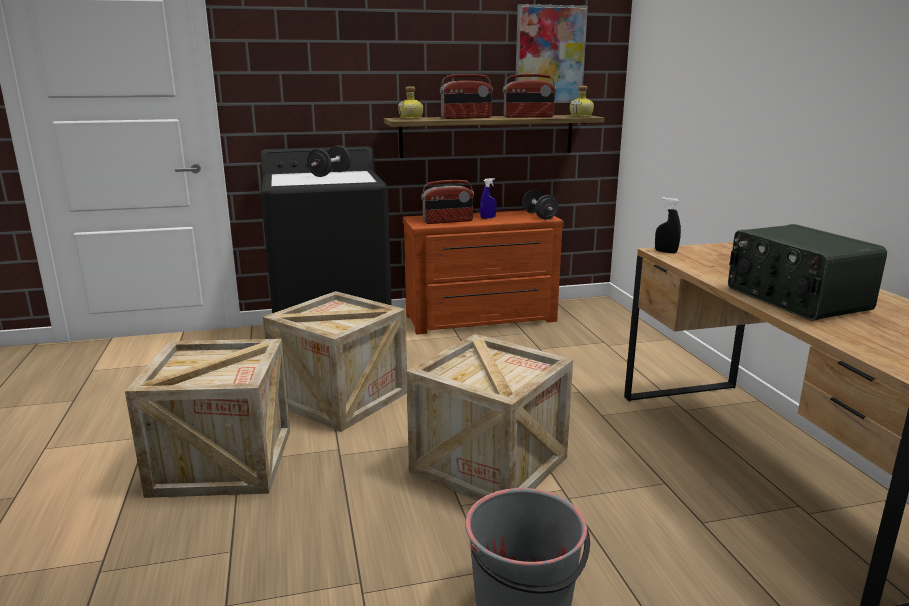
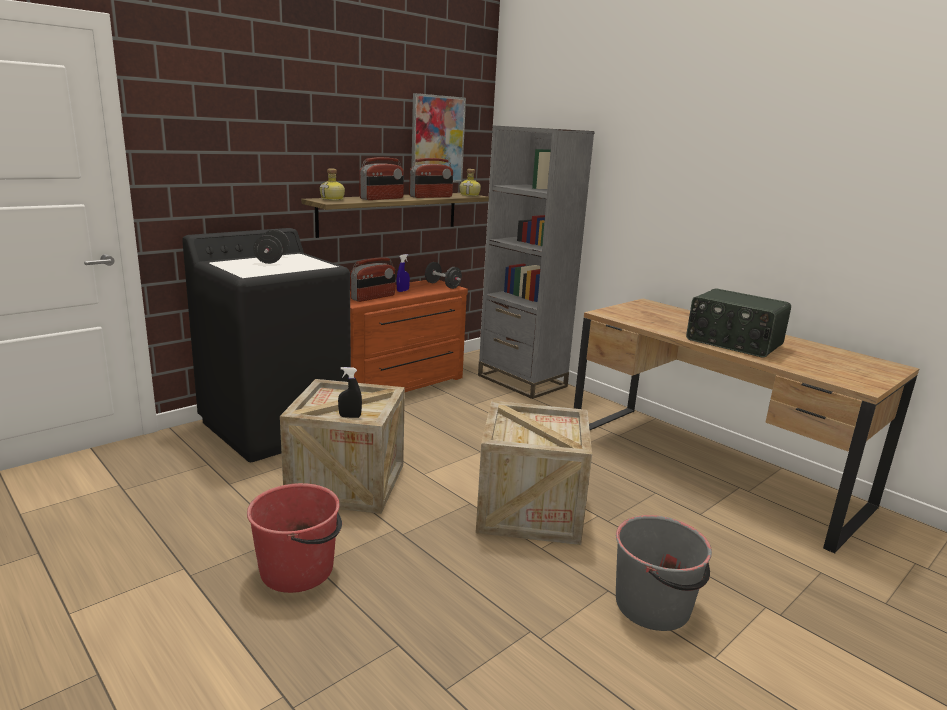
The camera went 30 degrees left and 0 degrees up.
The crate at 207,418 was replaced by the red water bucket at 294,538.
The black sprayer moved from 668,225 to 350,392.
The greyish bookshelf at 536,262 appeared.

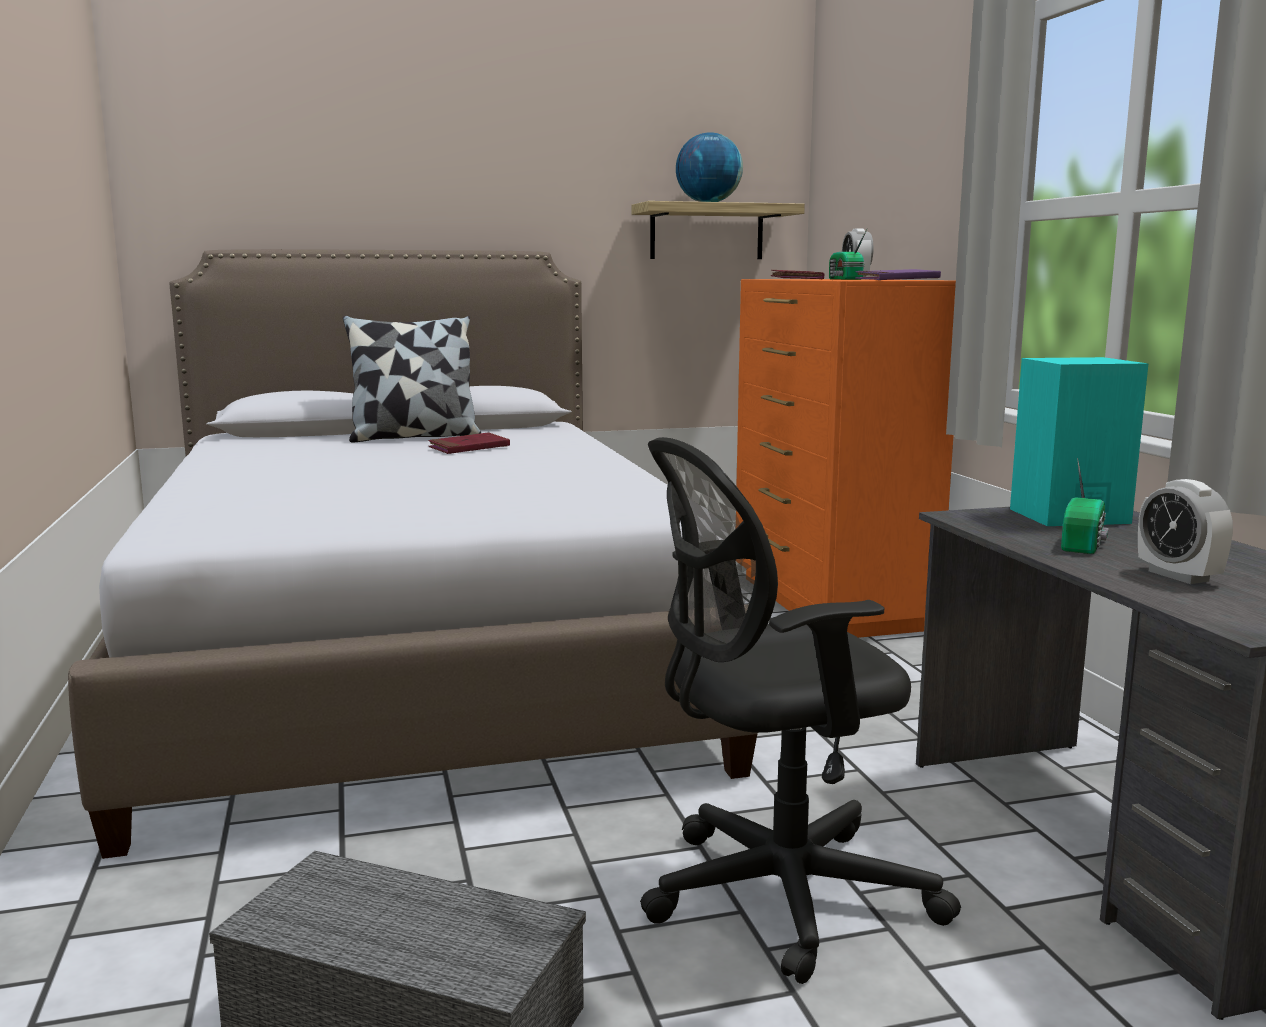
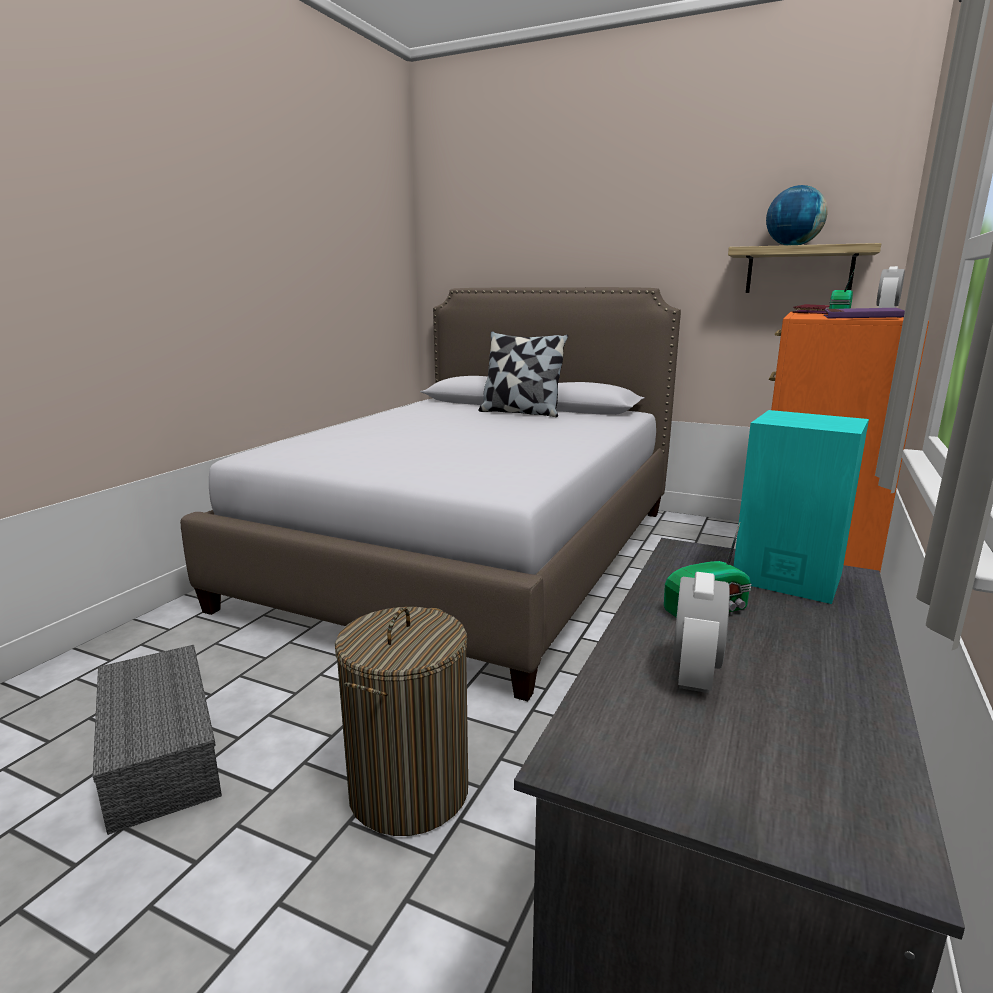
The camera went 40 degrees right and 5 degrees up.
The black computer chair at 800,710 was replaced by the hamper at 401,721.
The red bound book at 469,443 disappeared.

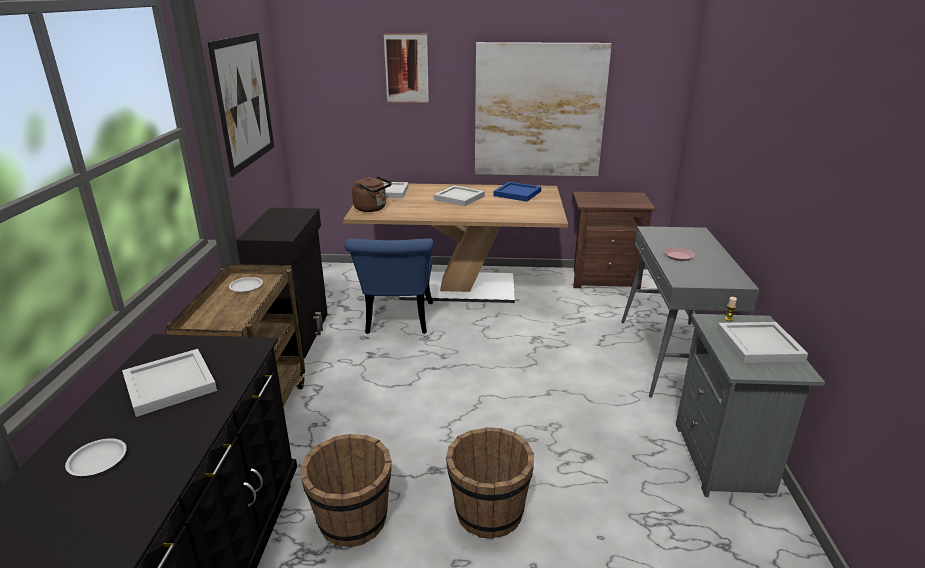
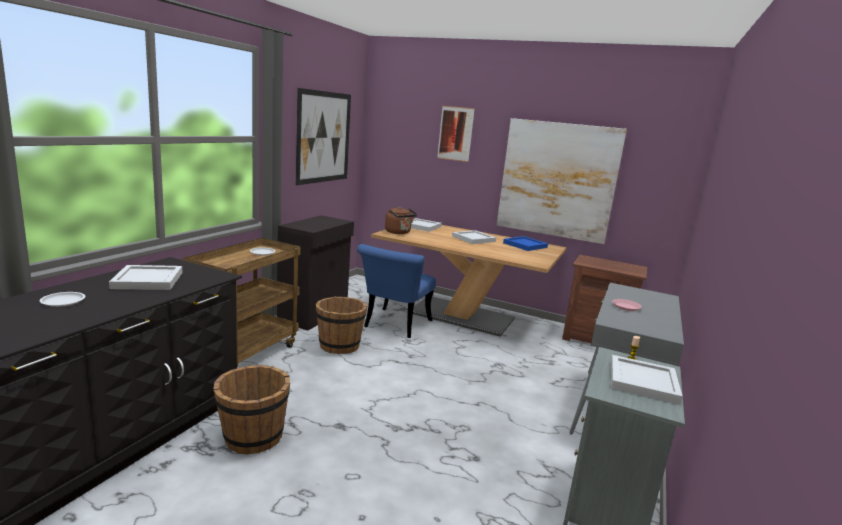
The camera went 20 degrees right and 10 degrees down.
The brownish water bucket moved from 490,483 to 341,325.

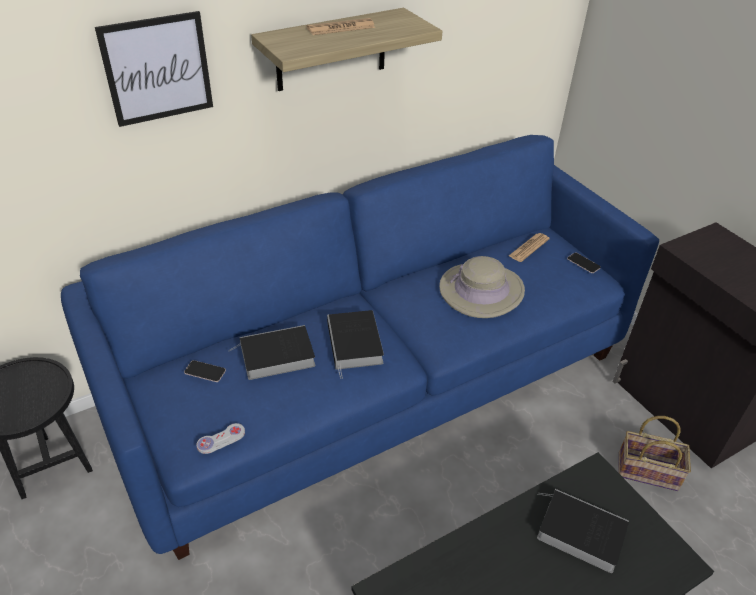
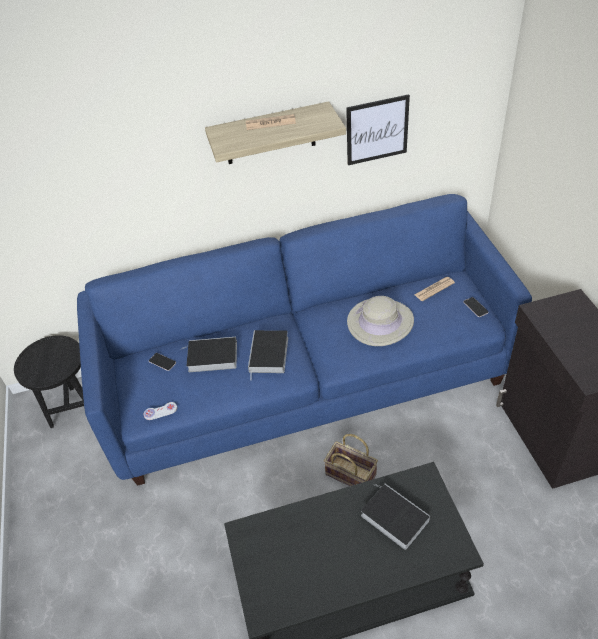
The camera went 20 degrees right and 5 degrees up.
The household basket moved from 654,453 to 351,460.
The picture moved from 154,69 to 378,129.

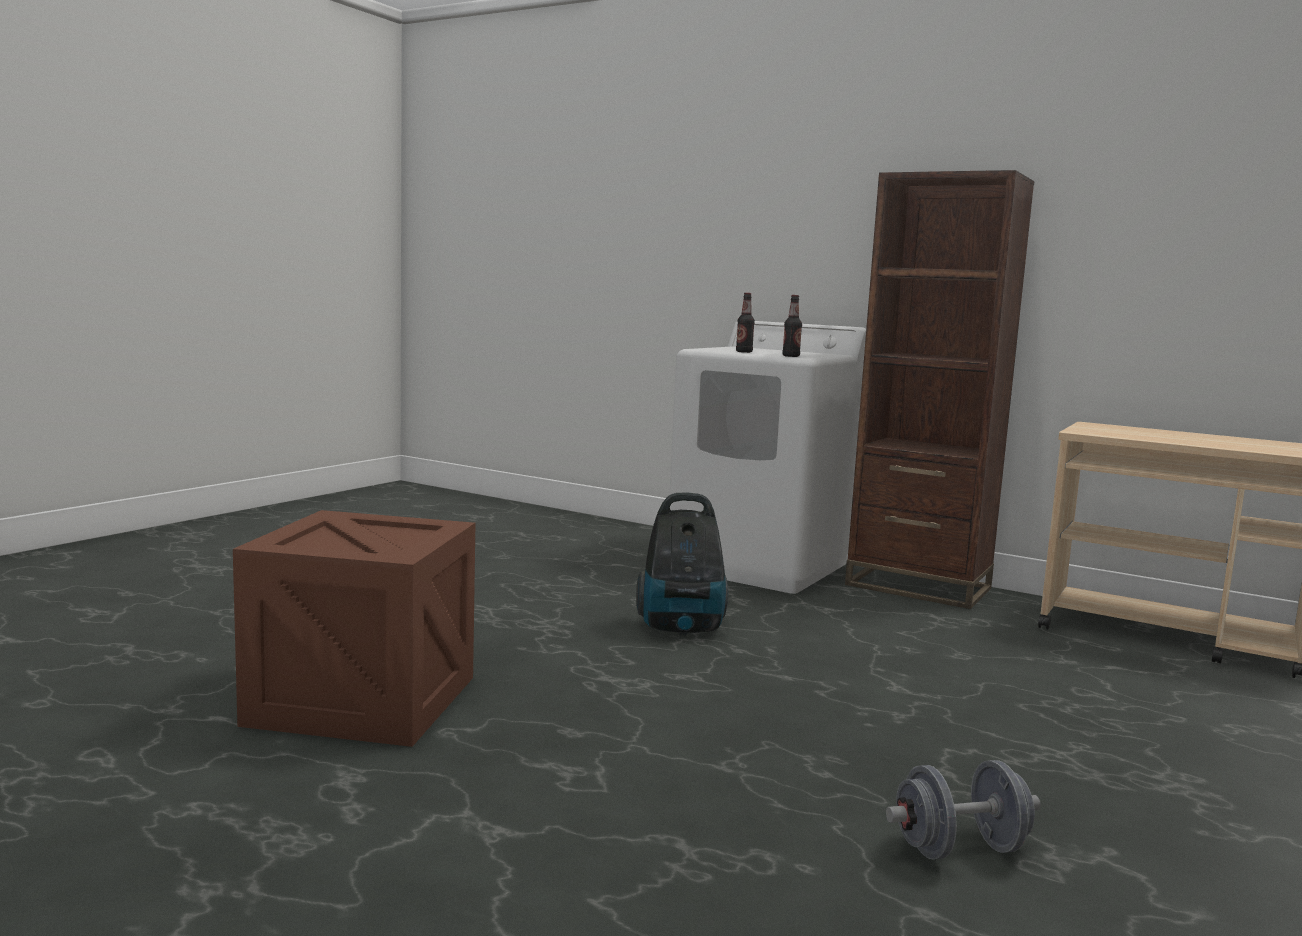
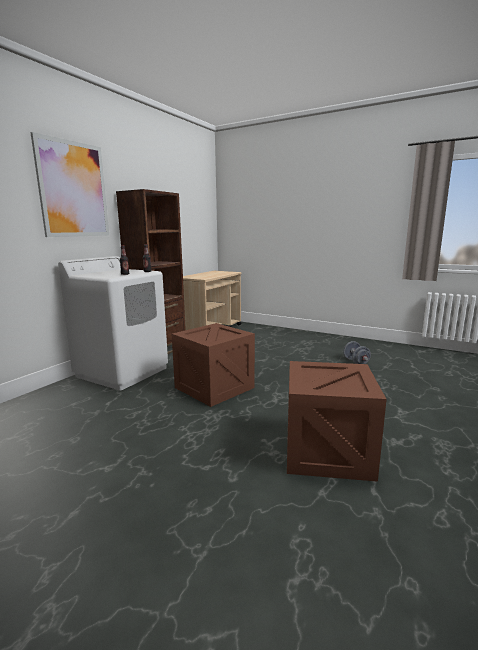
The camera went 90 degrees left and 5 degrees up.
The picture at 69,184 appeared.
The hoover at 682,564 was replaced by the crate at 213,365.

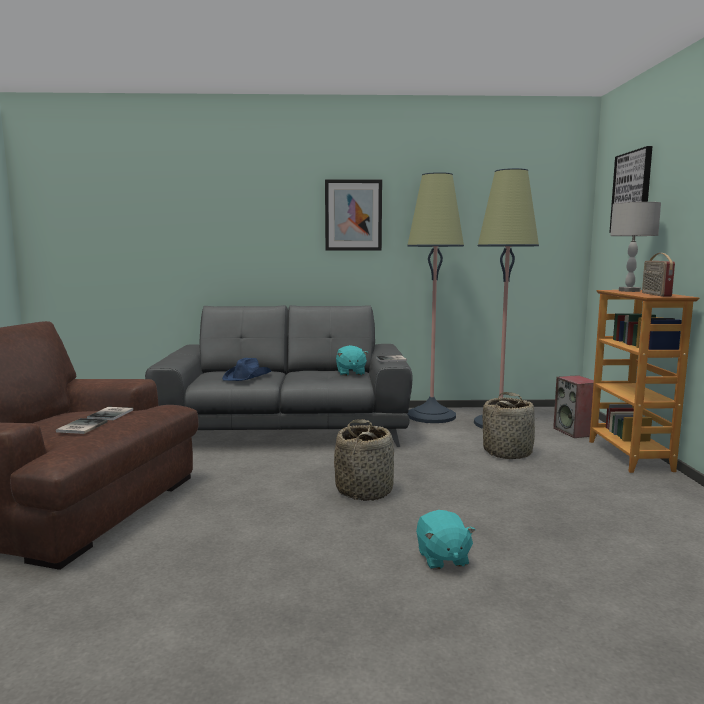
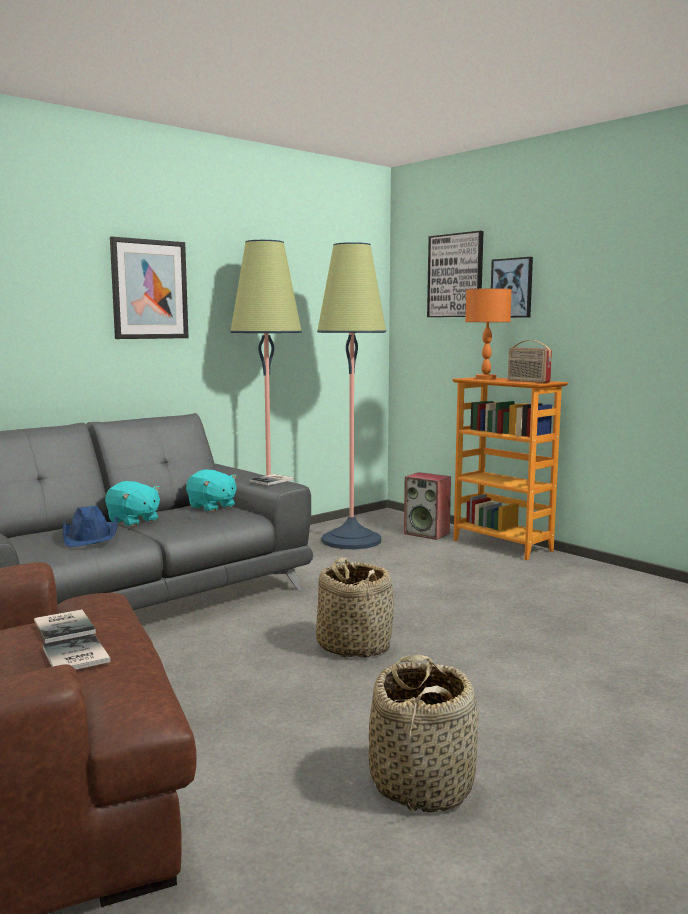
The camera went 40 degrees left and 0 degrees up.
The turquoise cuddly toy moved from 445,540 to 132,503.
The household basket moved from 509,425 to 424,733.
The greyish tabletop lamp at 635,247 became the orange-coloured tabletop lamp at 488,333.
The picture at 512,287 appeared.

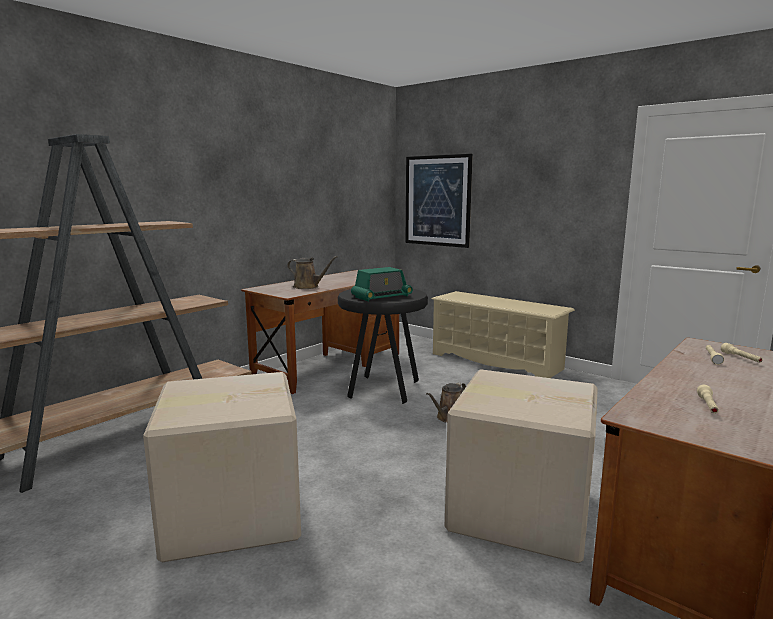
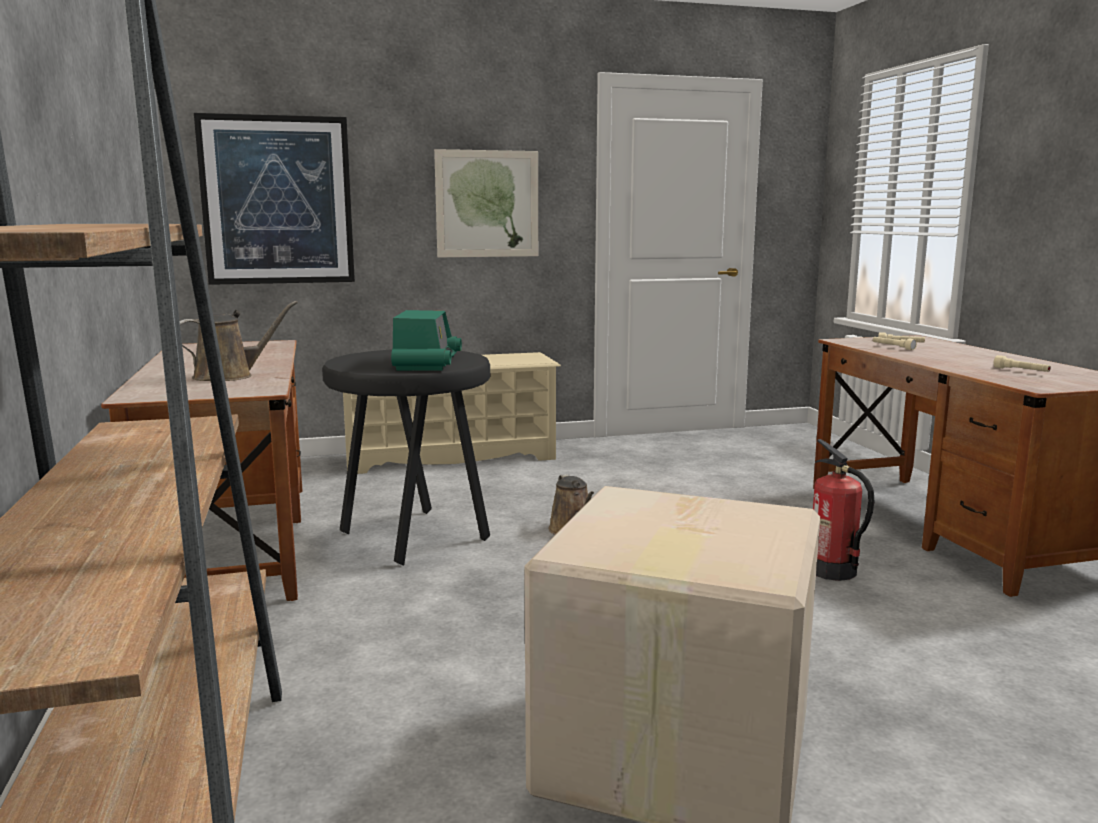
The camera went 55 degrees left and 0 degrees up.
The picture at 486,203 appeared.
The carton at 521,466 was replaced by the fire extinguisher at 843,510.

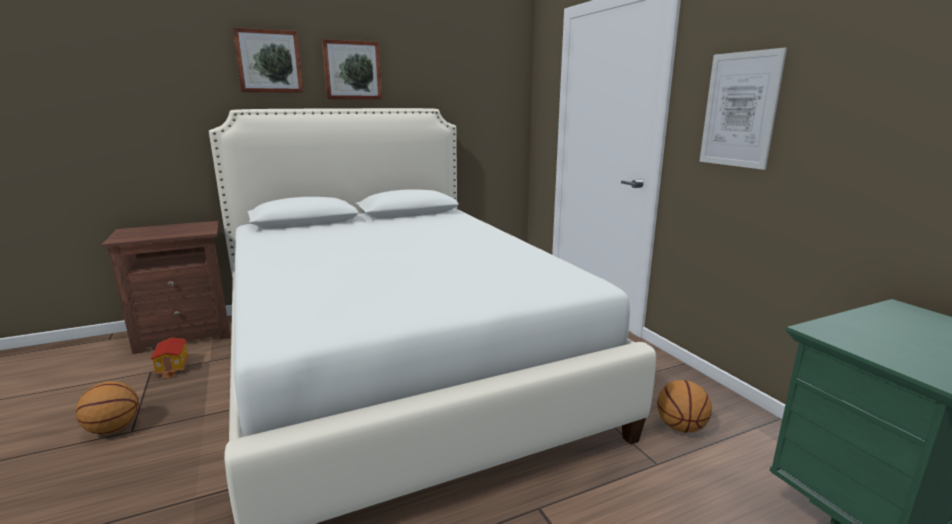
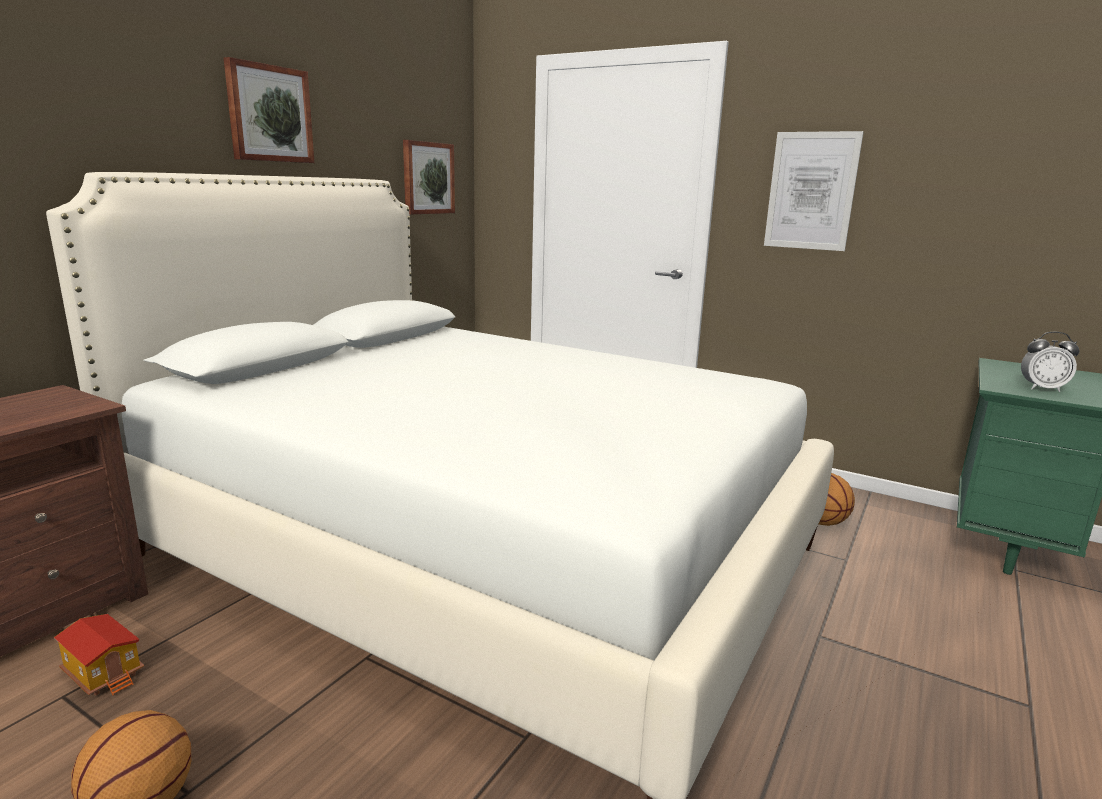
The camera went 35 degrees left and 0 degrees up.
The picture moved from 268,60 to 429,177.
The table clock at 1050,362 appeared.

